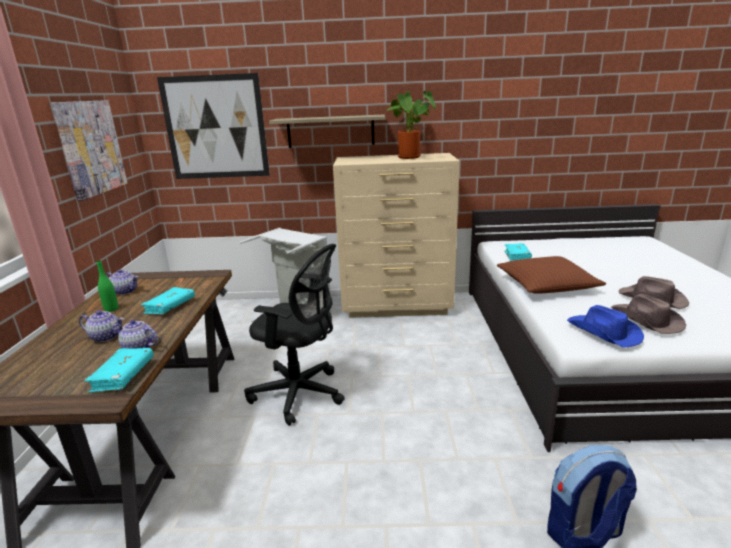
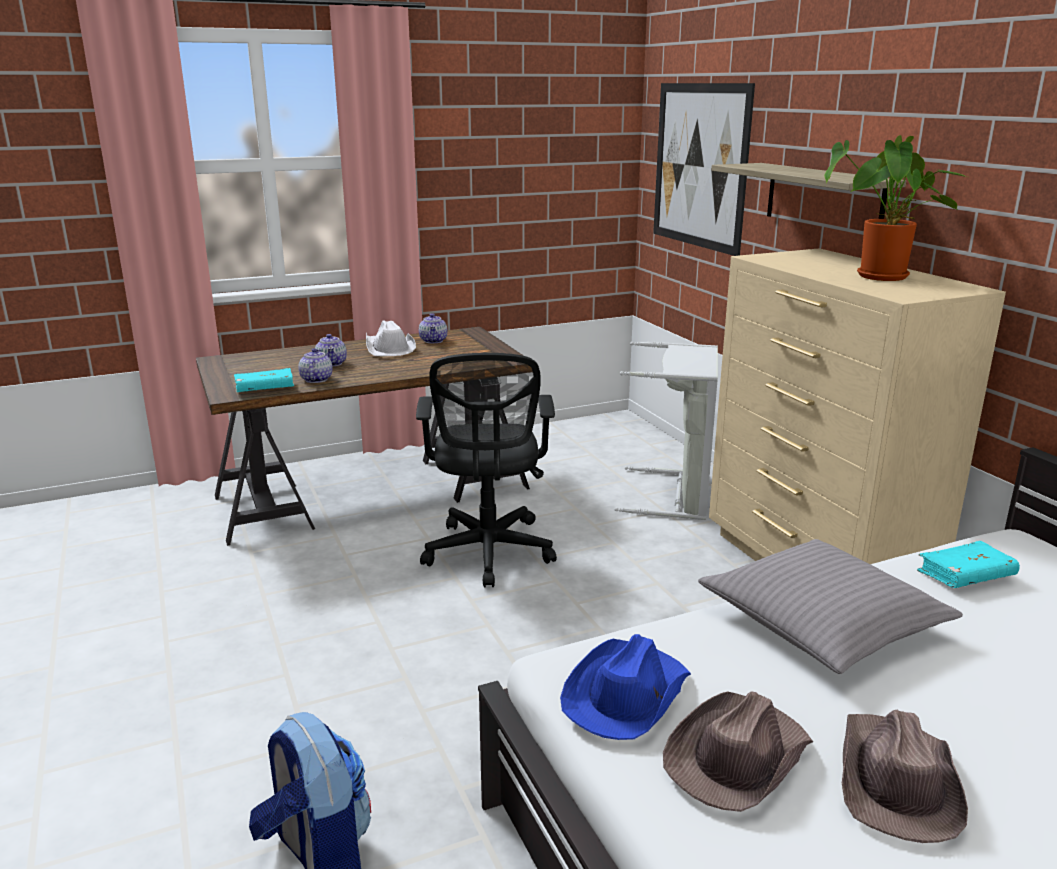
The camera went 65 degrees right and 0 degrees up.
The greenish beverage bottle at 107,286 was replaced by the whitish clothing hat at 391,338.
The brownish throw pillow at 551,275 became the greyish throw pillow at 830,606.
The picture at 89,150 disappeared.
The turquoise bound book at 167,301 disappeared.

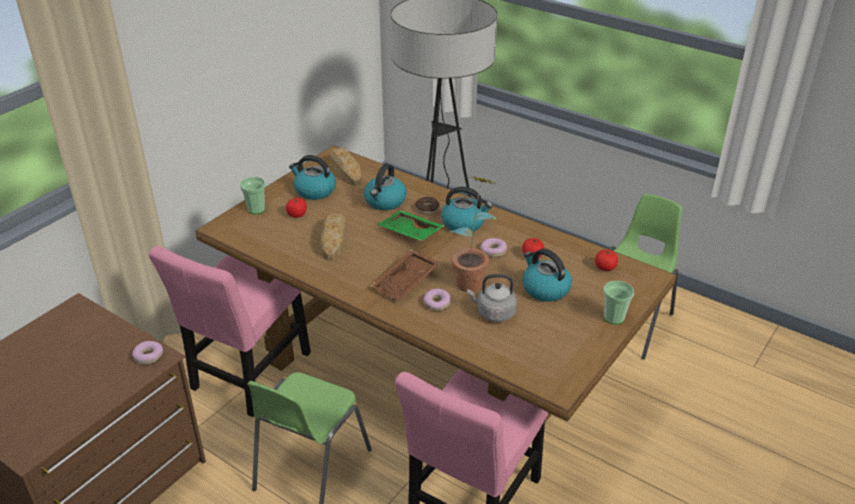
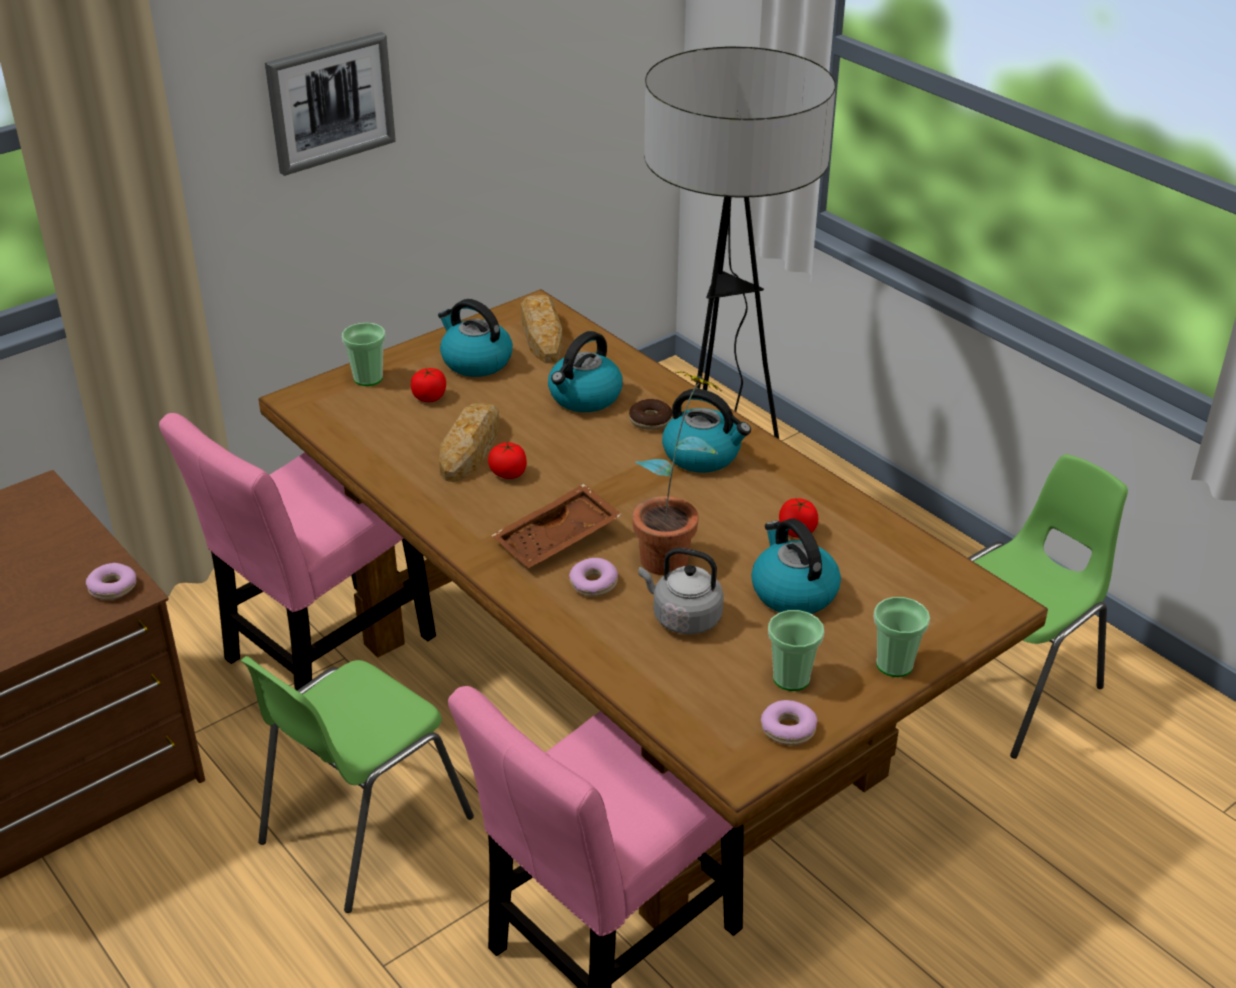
The camera went 15 degrees right and 0 degrees up.
The picture at 330,104 appeared.
The whole tomato moved from 606,260 to 507,460.
The doughnut moved from 493,247 to 789,722.
The drinking cup at 796,650 appeared.
The greenish tray at 410,225 disappeared.

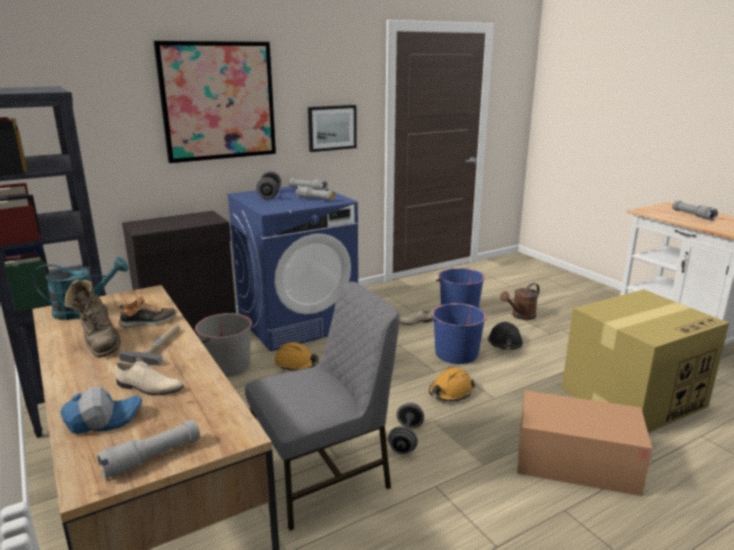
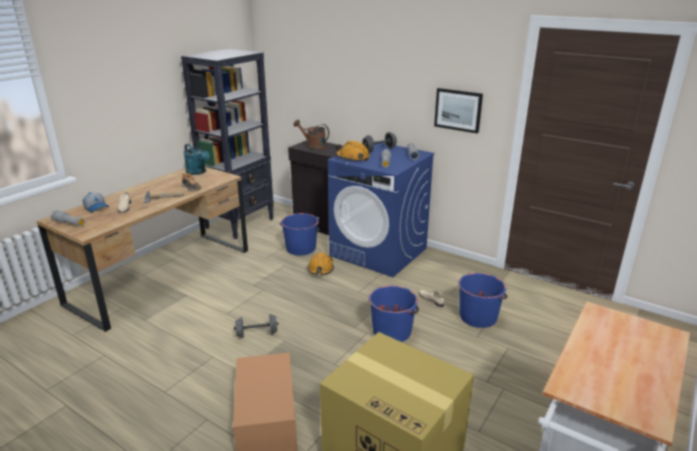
The camera went 65 degrees right and 5 degrees up.
The greyish water bucket at 223,345 became the bluish water bucket at 300,234.
The brownish watering can moved from 519,301 to 311,135.
The orange-coloured safety helmet moved from 452,384 to 352,151.
The brownish boot at 92,318 disappeared.
The picture at 214,102 disappeared.
The greyish chair at 322,406 disappeared.
The black safety helmet at 505,336 disappeared.
The greyish flashlight at 695,210 disappeared.

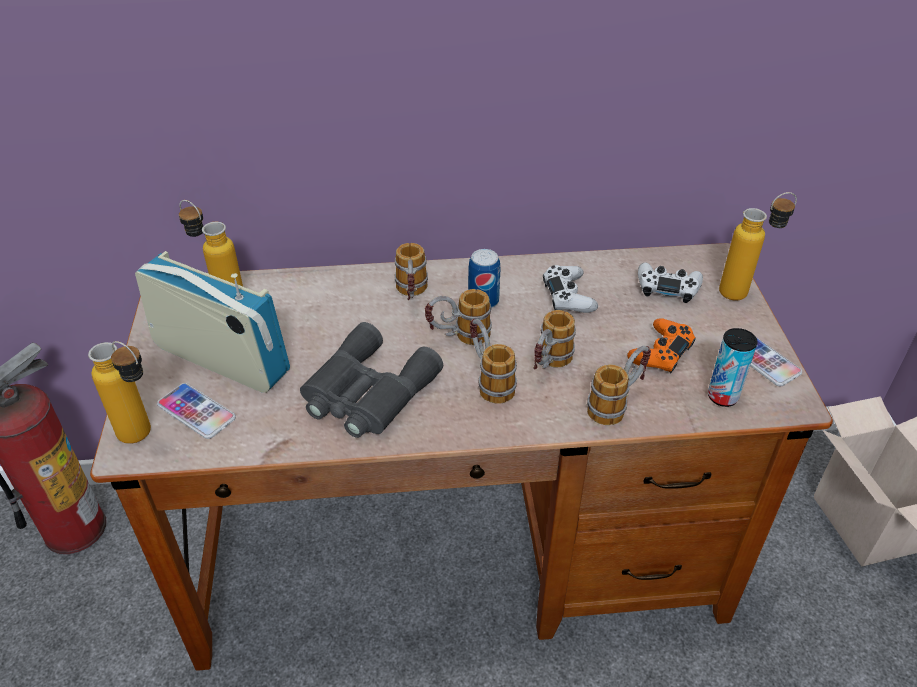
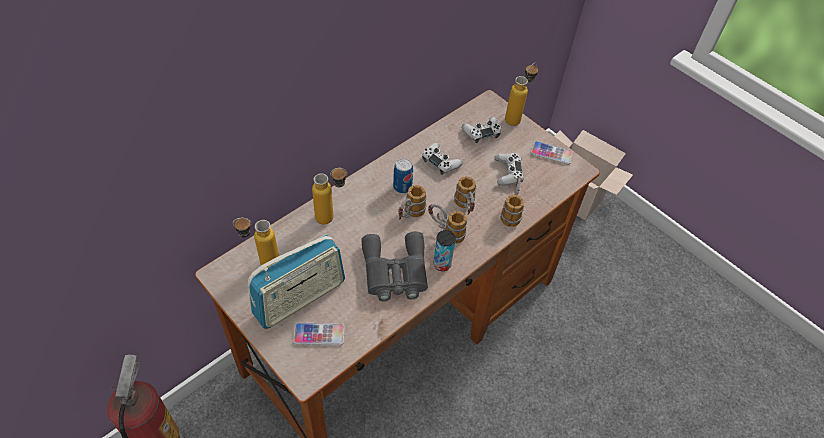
The camera went 40 degrees left and 10 degrees up.
The radio receiver at 212,322 turned 150 degrees clockwise.
The beverage bottle moved from 119,392 to 329,196.
The can moved from 733,367 to 444,250.
The orange-coloured game controller at 661,345 became the whitish game controller at 509,169.
The tea mug at 411,271 disappeared.

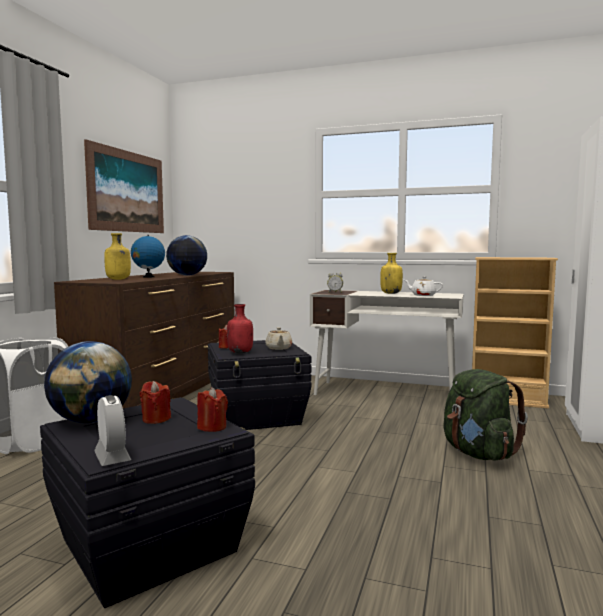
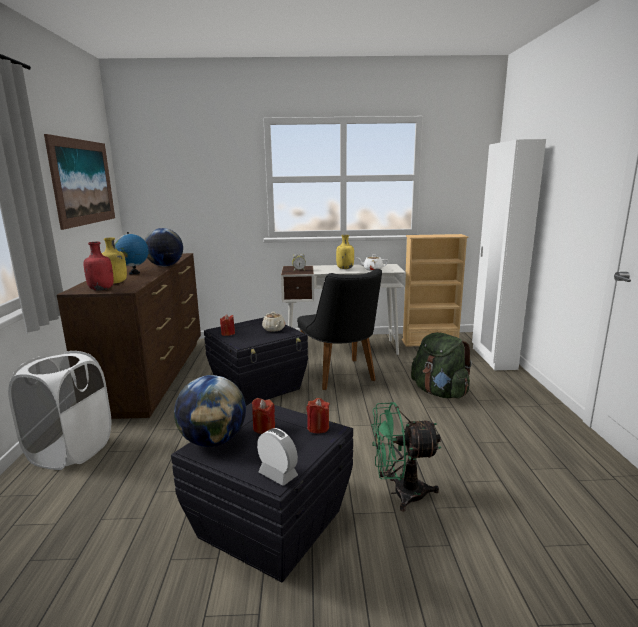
The camera went 20 degrees left and 10 degrees up.
The red beverage bottle moved from 240,329 to 99,266.
The black chair at 339,329 appeared.
The greenish electric fan at 406,457 appeared.

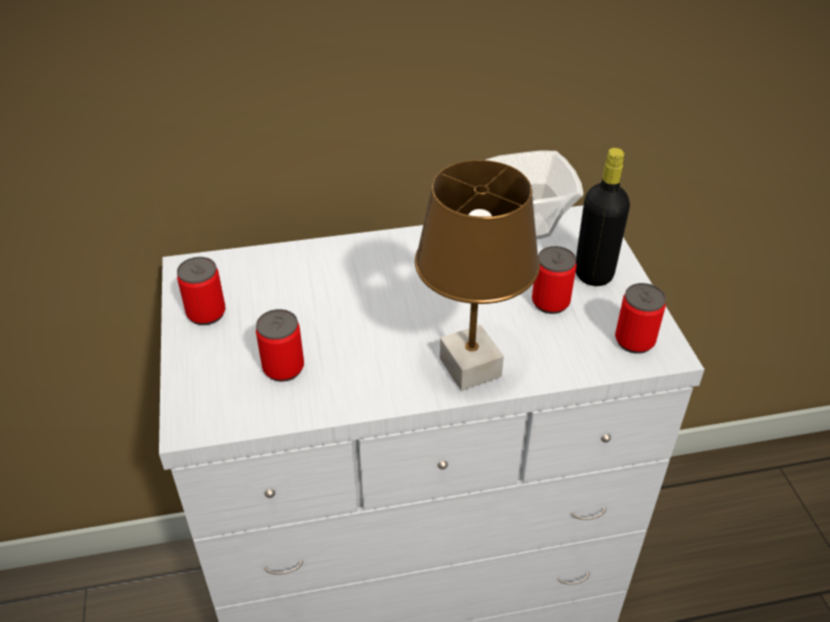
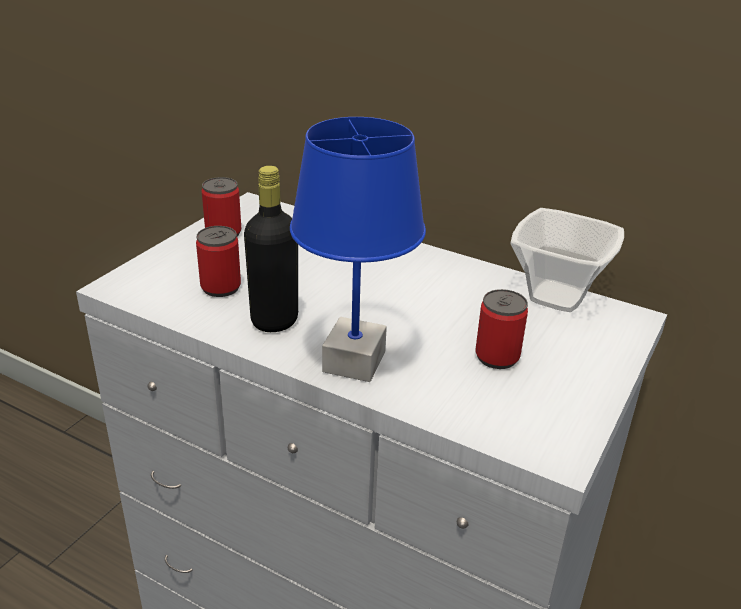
The camera went 40 degrees right and 10 degrees down.
The black beverage bottle moved from 603,217 to 271,249.
The brownish tabletop lamp at 477,275 became the bluish tabletop lamp at 358,249.
The can at 640,318 disappeared.

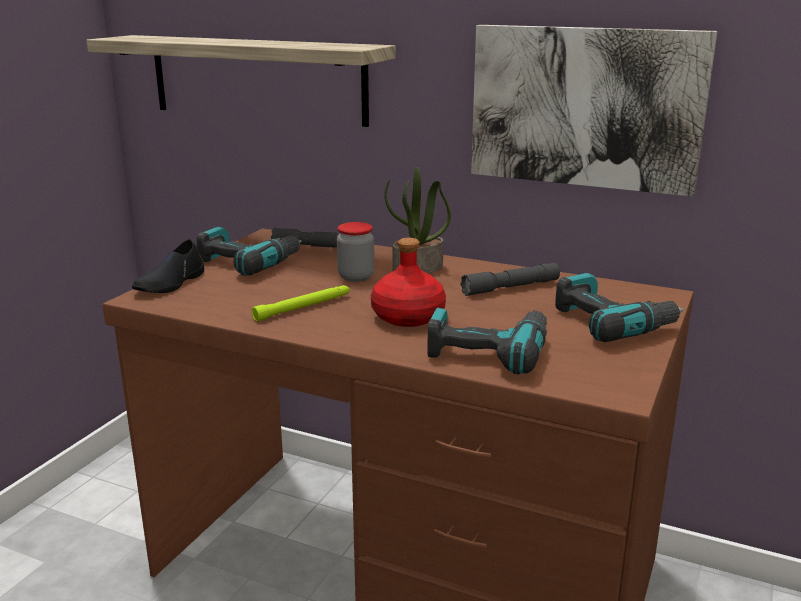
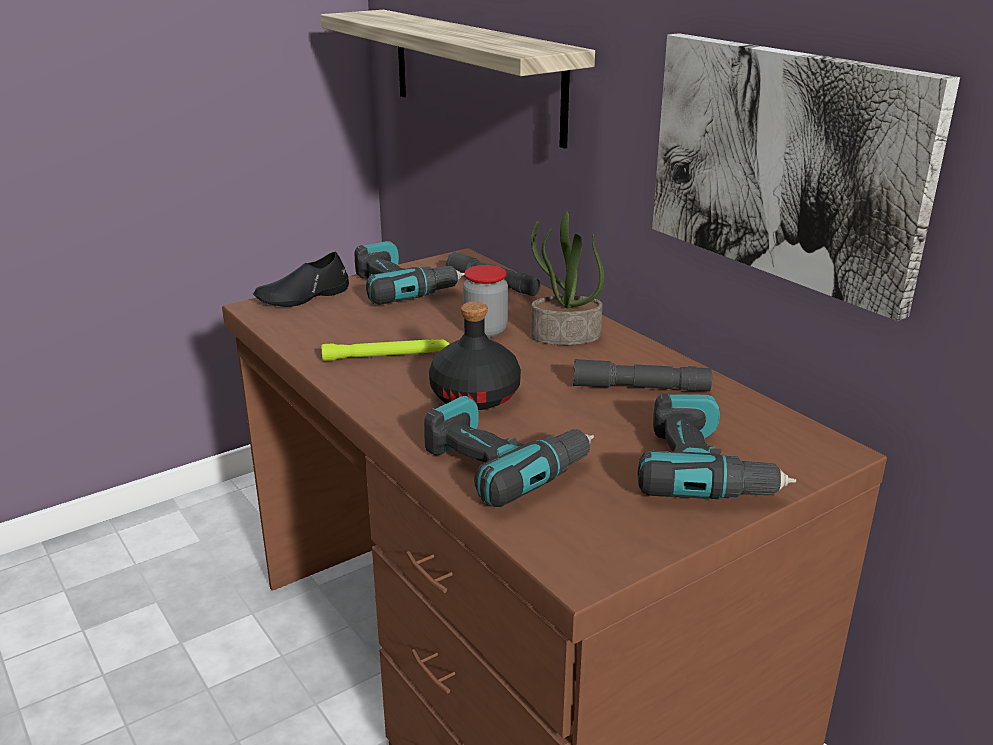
The camera went 30 degrees right and 5 degrees up.
The red beverage bottle at 408,282 became the black beverage bottle at 475,355.

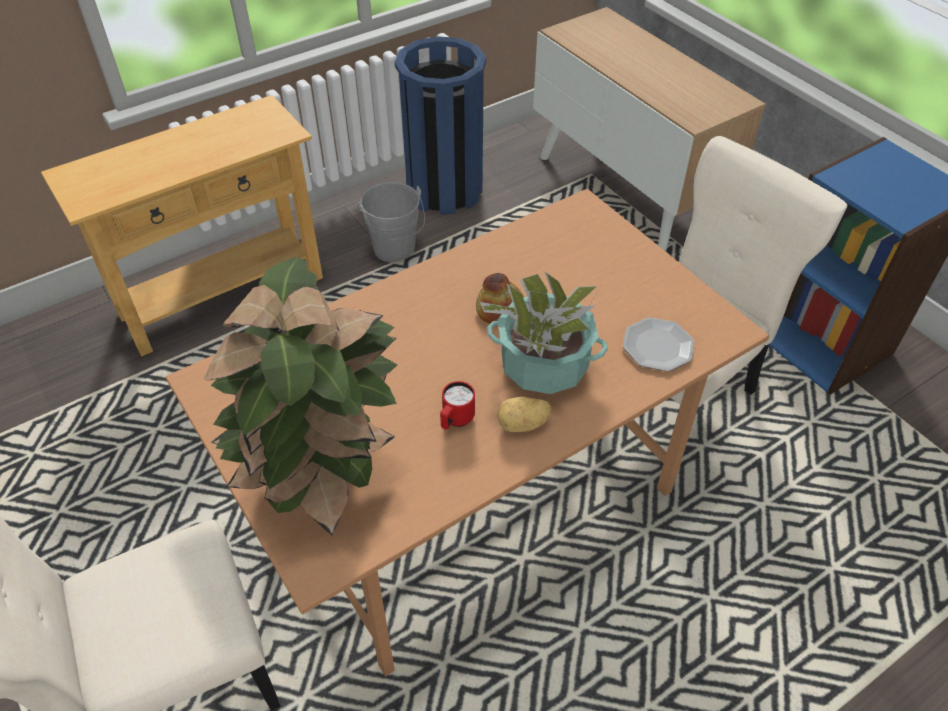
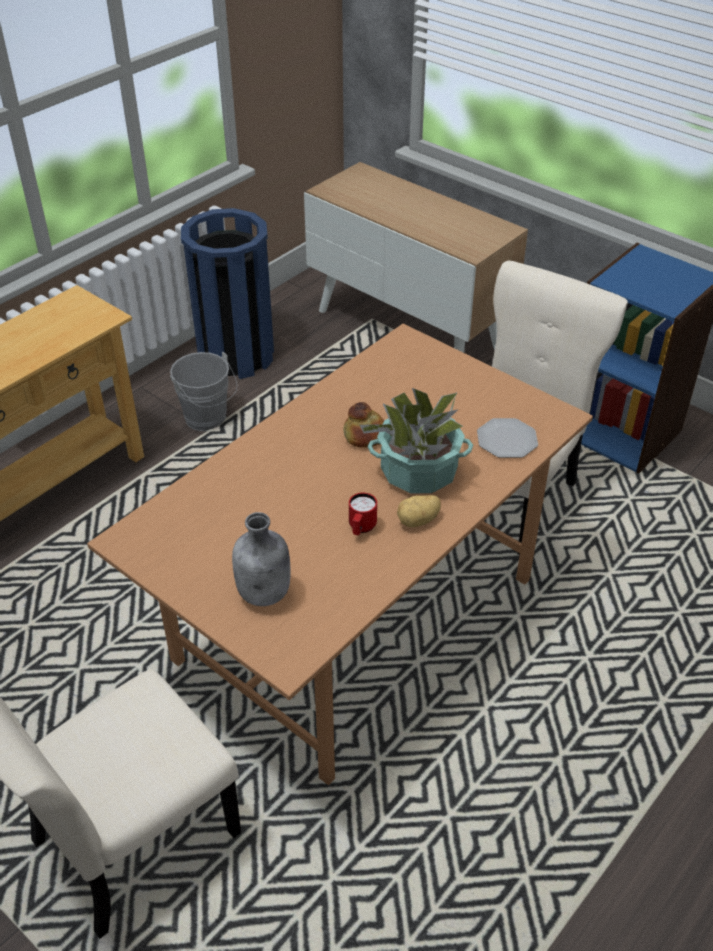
The camera went 15 degrees left and 5 degrees down.
The plant in a pot at 300,396 was replaced by the greyish beverage bottle at 261,559.

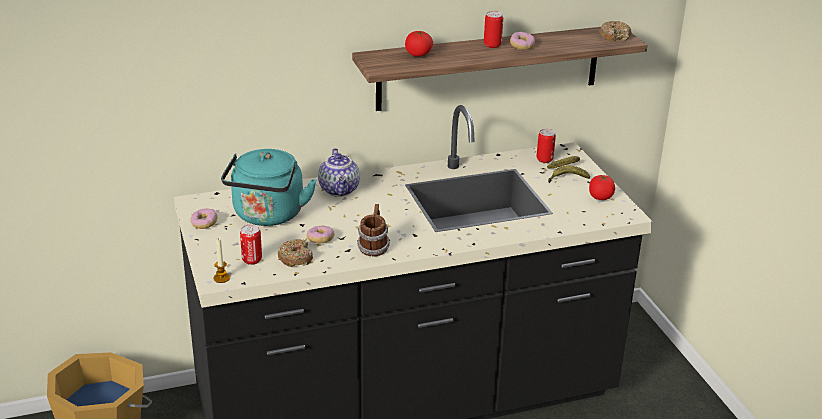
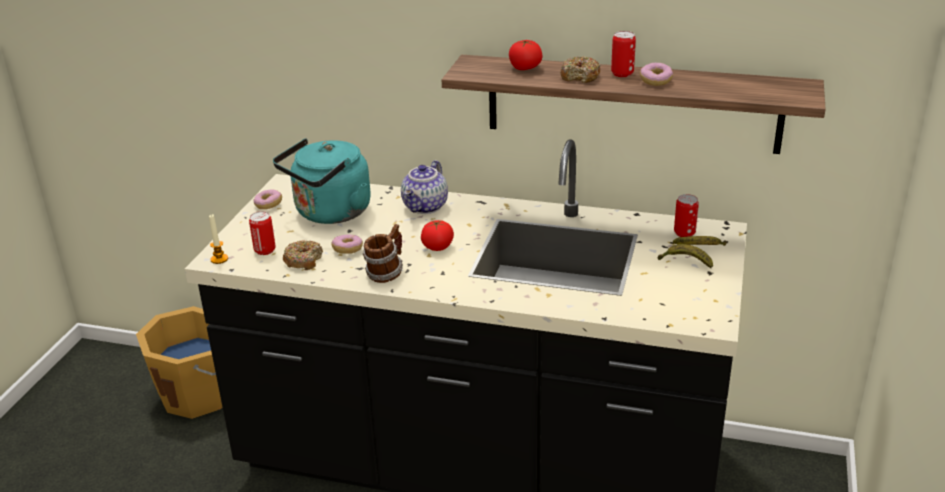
The camera went 35 degrees right and 0 degrees up.
The whole tomato moved from 602,187 to 437,235.
The doughnut moved from 615,31 to 580,69.

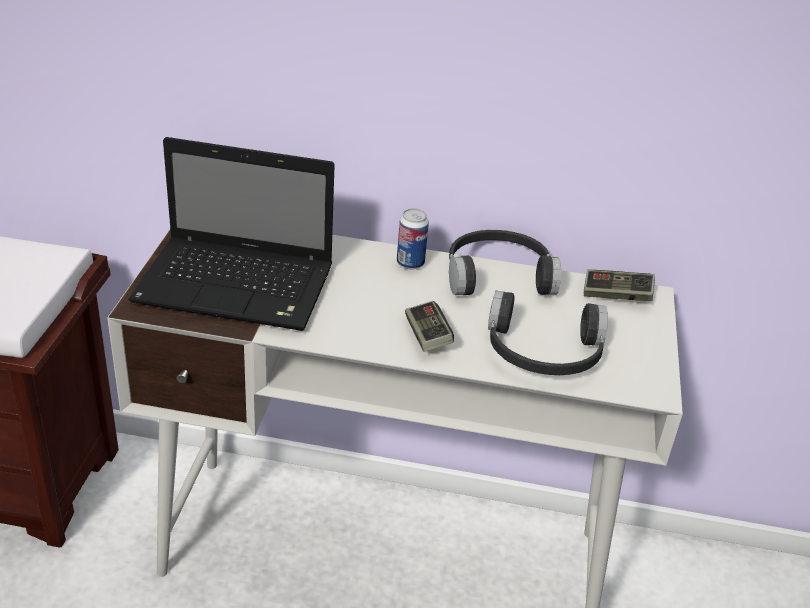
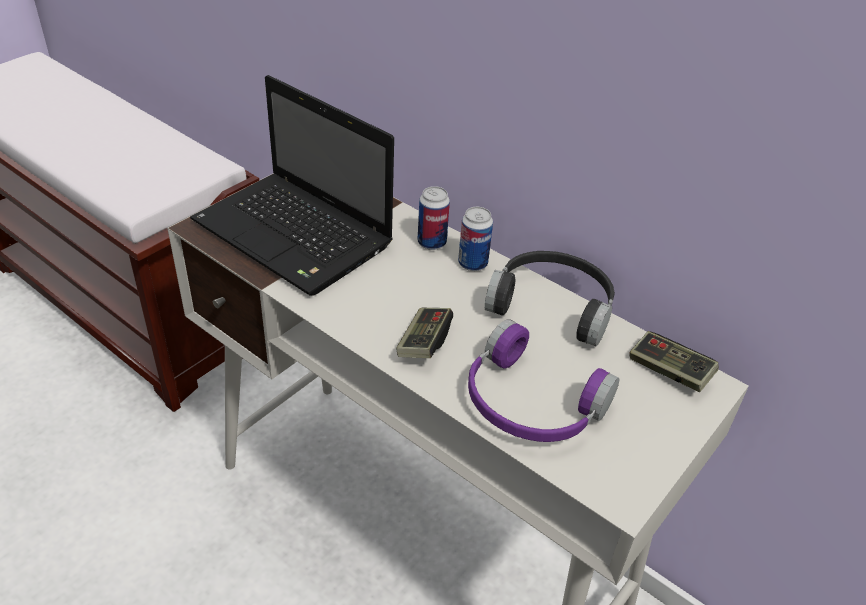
The camera went 30 degrees right and 5 degrees up.
The can at 433,218 appeared.
The black headset at 548,333 became the purple headset at 544,380.

